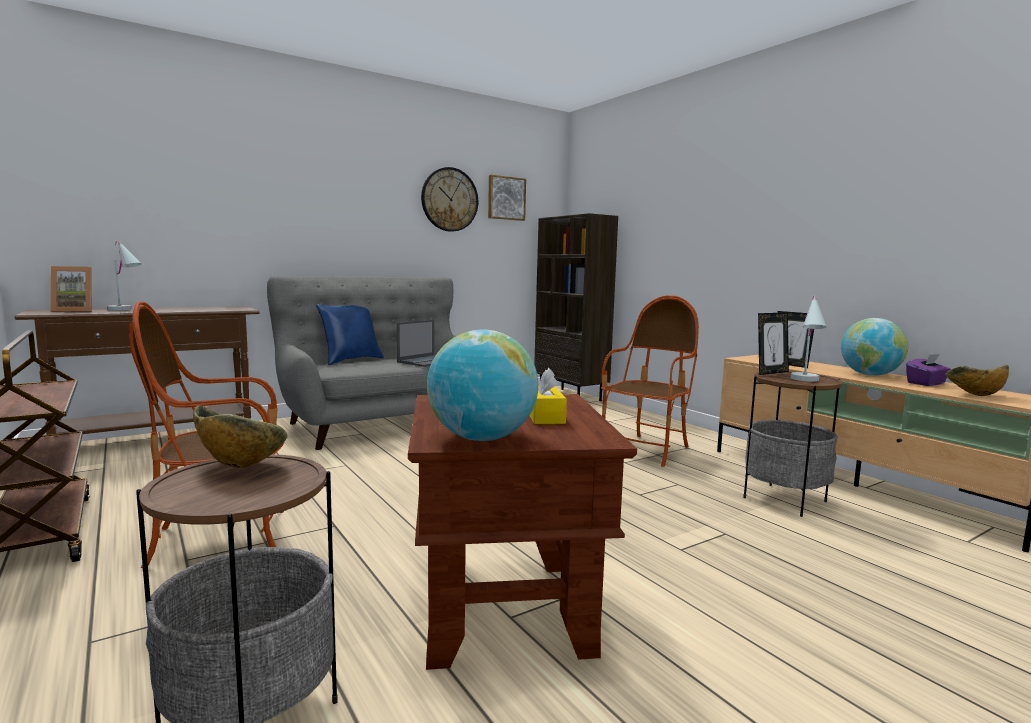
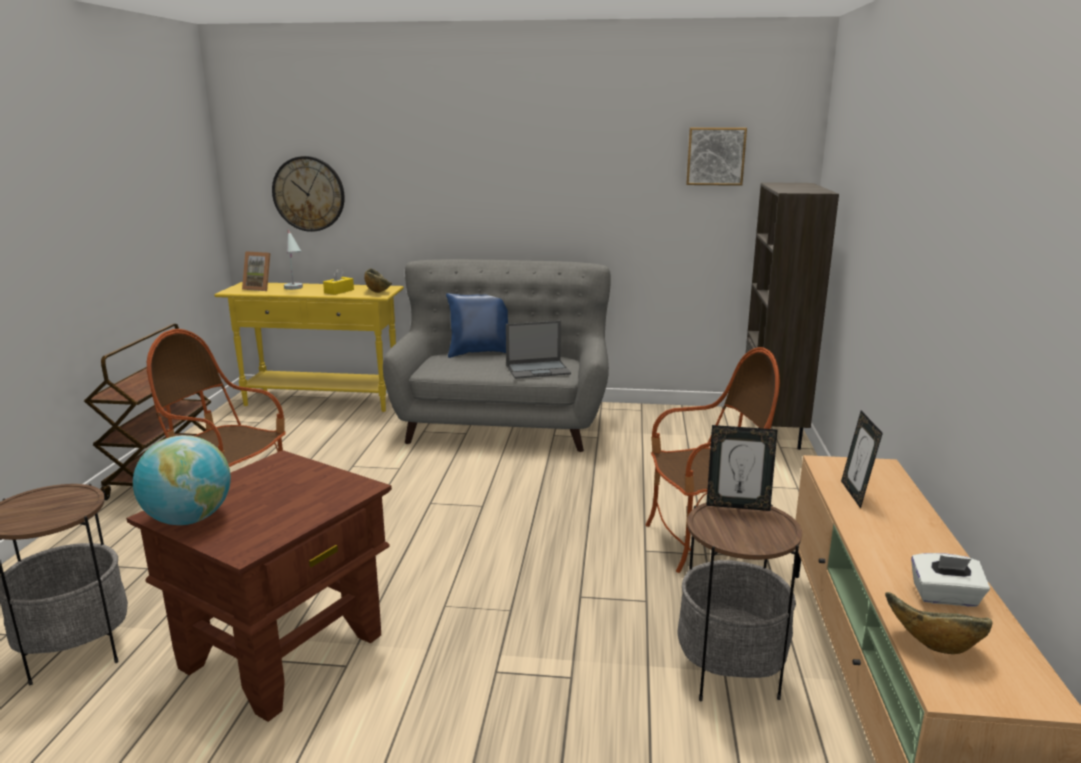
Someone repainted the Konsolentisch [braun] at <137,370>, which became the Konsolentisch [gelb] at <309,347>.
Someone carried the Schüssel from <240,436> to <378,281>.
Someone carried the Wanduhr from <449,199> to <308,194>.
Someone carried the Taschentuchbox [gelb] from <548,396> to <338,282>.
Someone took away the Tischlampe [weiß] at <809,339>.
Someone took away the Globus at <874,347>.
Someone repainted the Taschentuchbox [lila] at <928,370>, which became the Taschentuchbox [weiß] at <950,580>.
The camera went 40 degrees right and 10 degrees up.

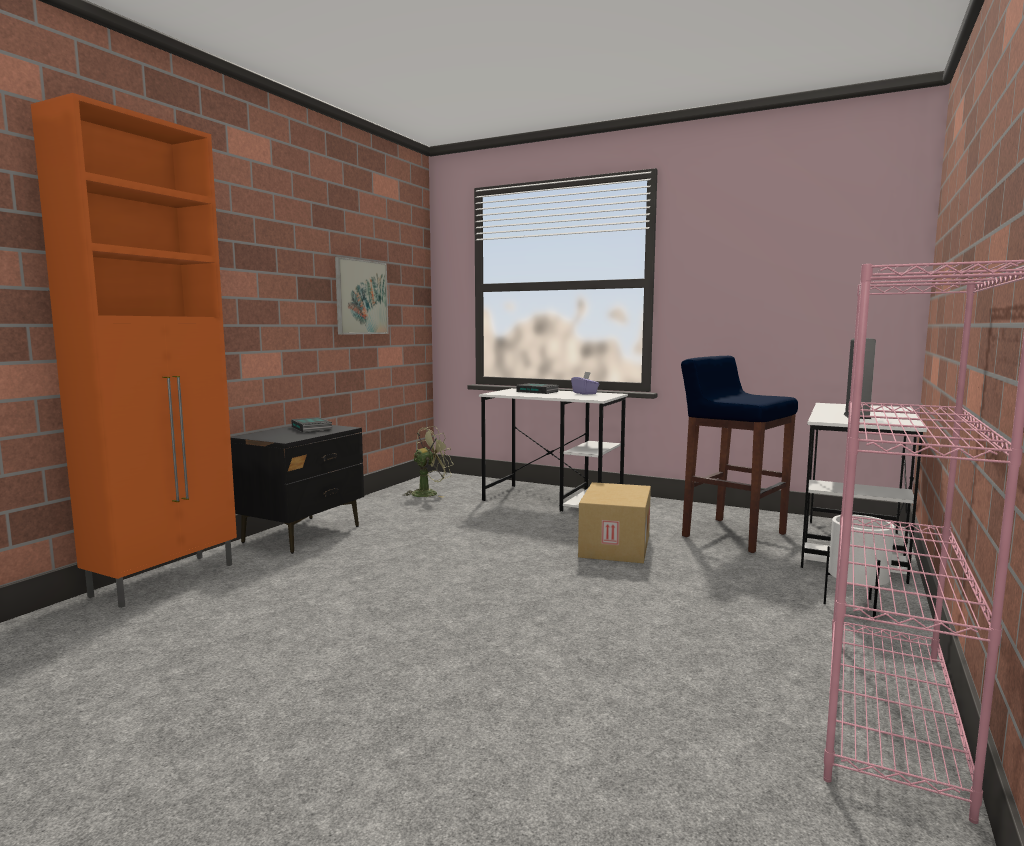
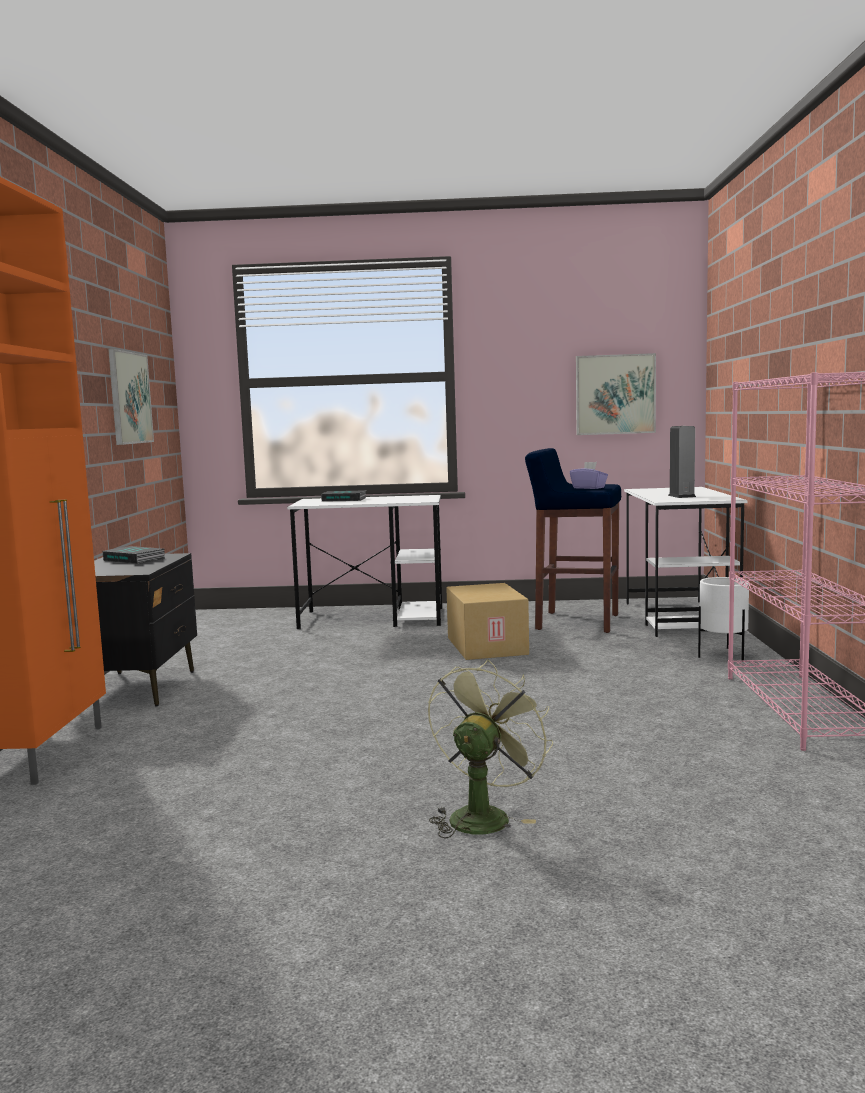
Someone carried the Ventilator [grün] from <428,462> to <490,748>.
Someone carried the Taschentuchbox [lila] from <585,383> to <589,475>.
Someone put up the Bild at <616,394>.
The camera went 25 degrees left and 0 degrees up.

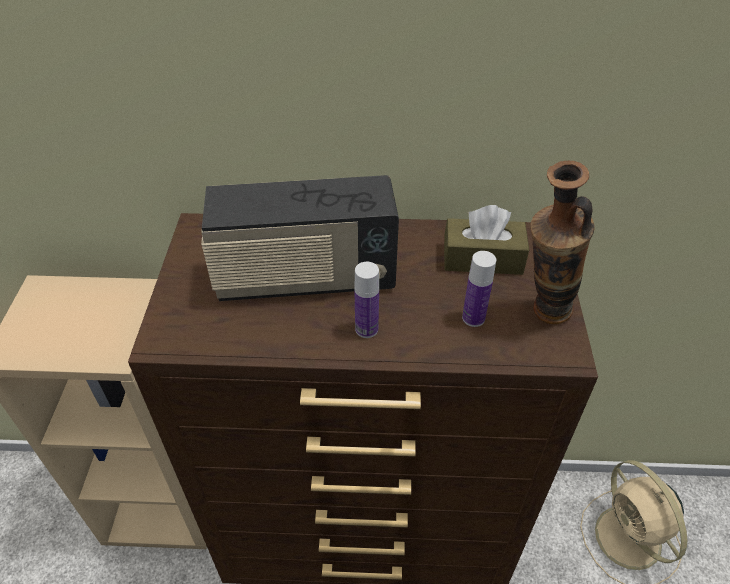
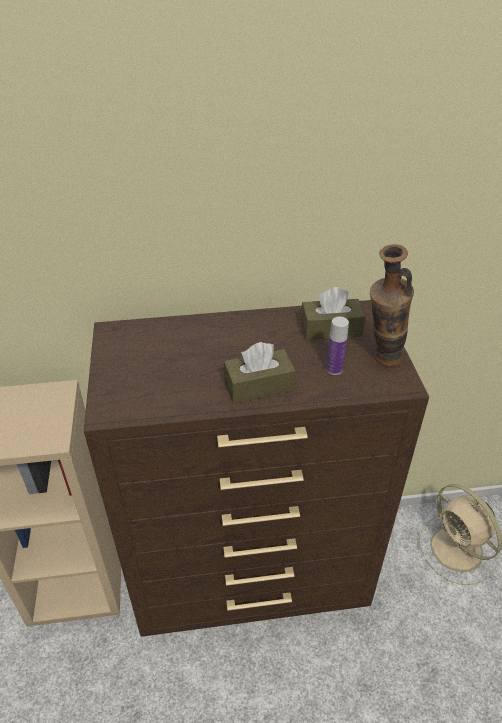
Someone took away the Radio at <300,238>.
Someone swapped the Flasche at <366,300> for the Taschentuchbox [braun] at <260,373>.
The camera went 10 degrees left and 5 degrees down.

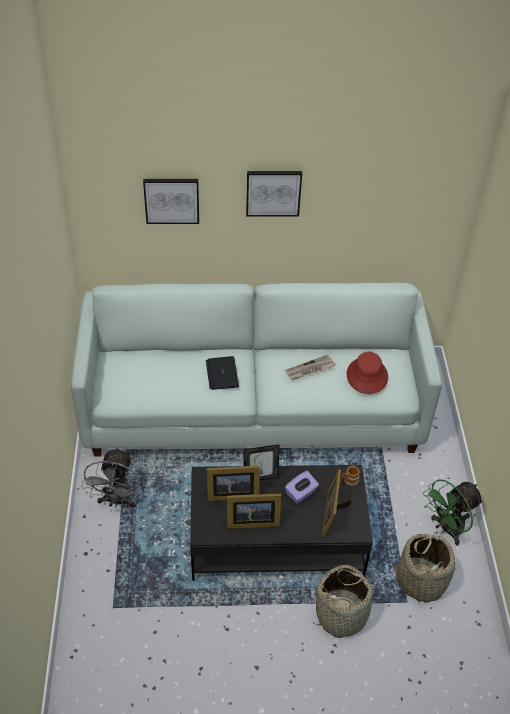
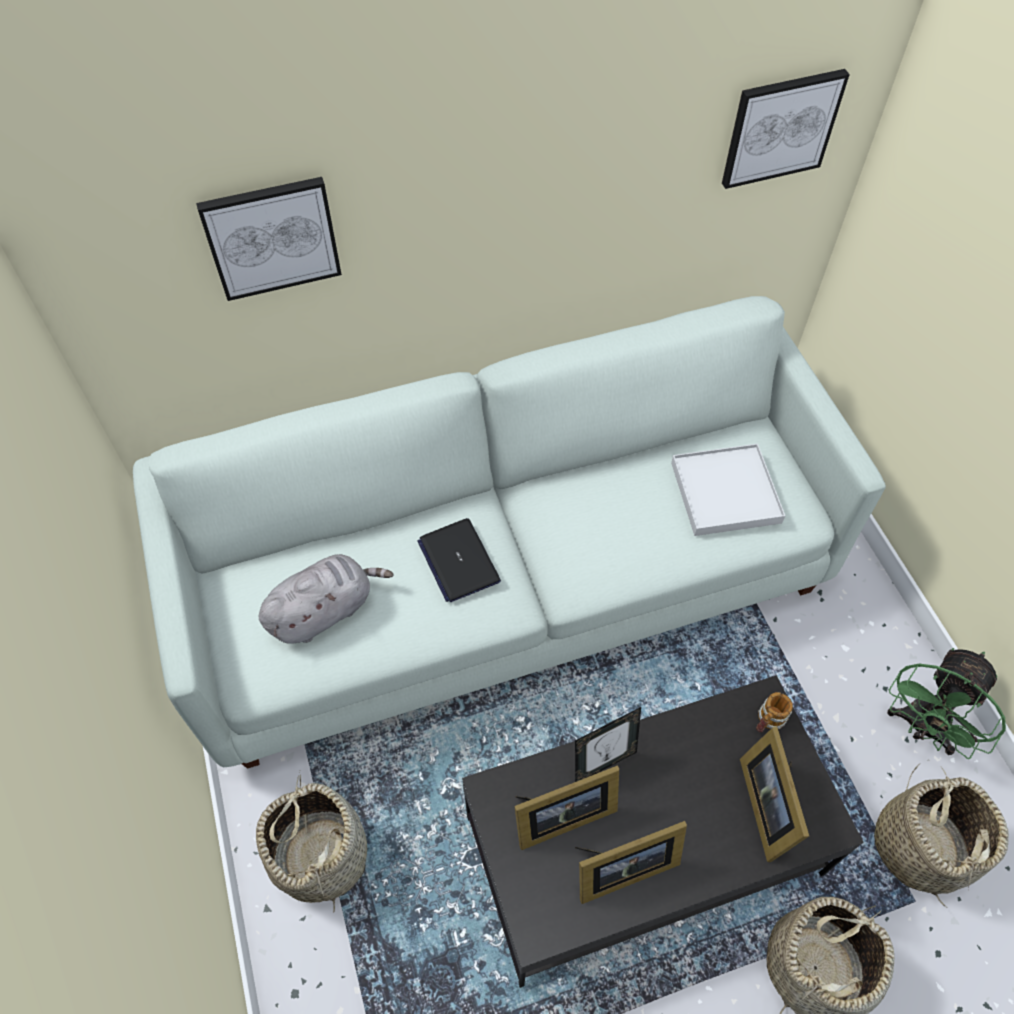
Someone swapped the Ventilator [grau] at <110,477> for the Korb at <311,843>.
Someone carried the Bild from <274,194> to <786,129>.
Someone took away the Zeitung at <310,367>.
Someone took away the Taschentuchbox [lila] at <302,487>.
Someone swapped the Hut [rot] at <367,373> for the Tablett [weiß] at <728,490>.
Someone put down the Plüschtier [grau] at <326,598>.
The camera went 15 degrees left and 10 degrees up.

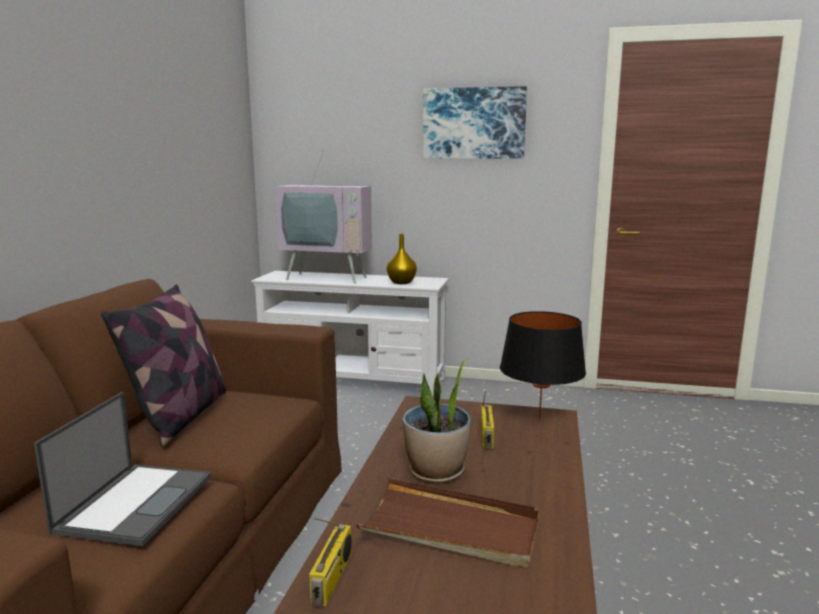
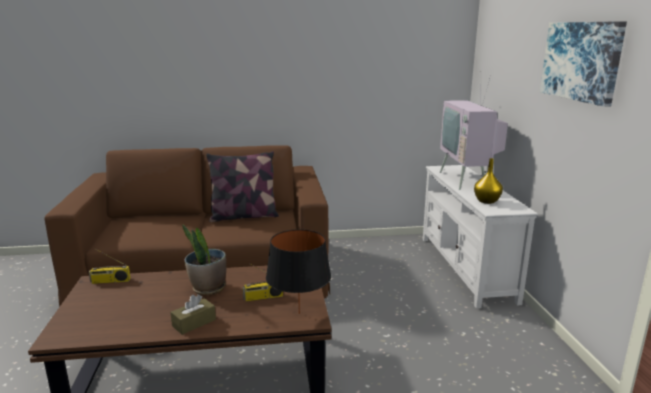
Someone took away the Laptop at <122,469>.
Someone took away the Tablett [braun] at <448,523>.
Someone put down the Taschentuchbox [braun] at <193,314>.
The camera went 70 degrees right and 5 degrees up.

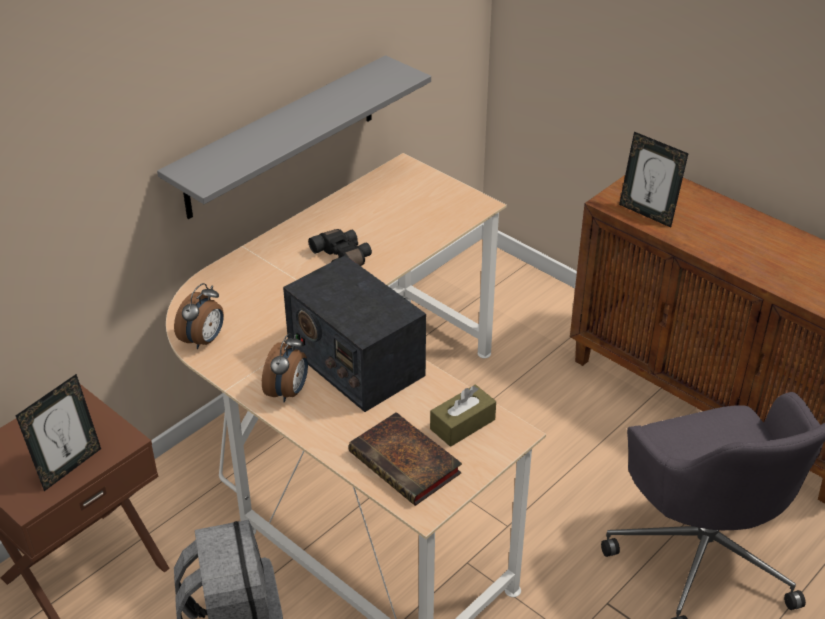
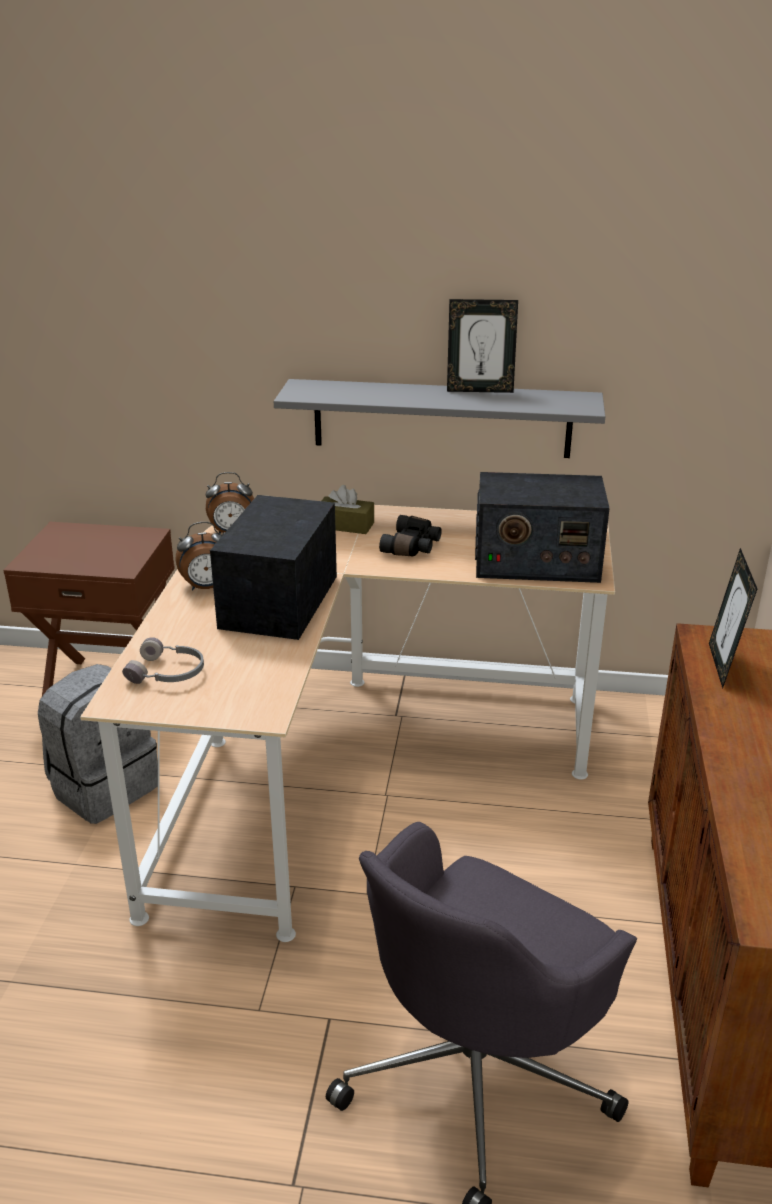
Someone carried the Bilderrahmen from <58,432> to <482,346>.
Someone swapped the Buch at <405,459> for the Kopfhörer [grau] at <163,660>.
Someone carried the Taschentuchbox [braun] from <463,416> to <347,509>.
Someone put down the Radio at <542,527>.
The camera went 55 degrees right and 10 degrees down.

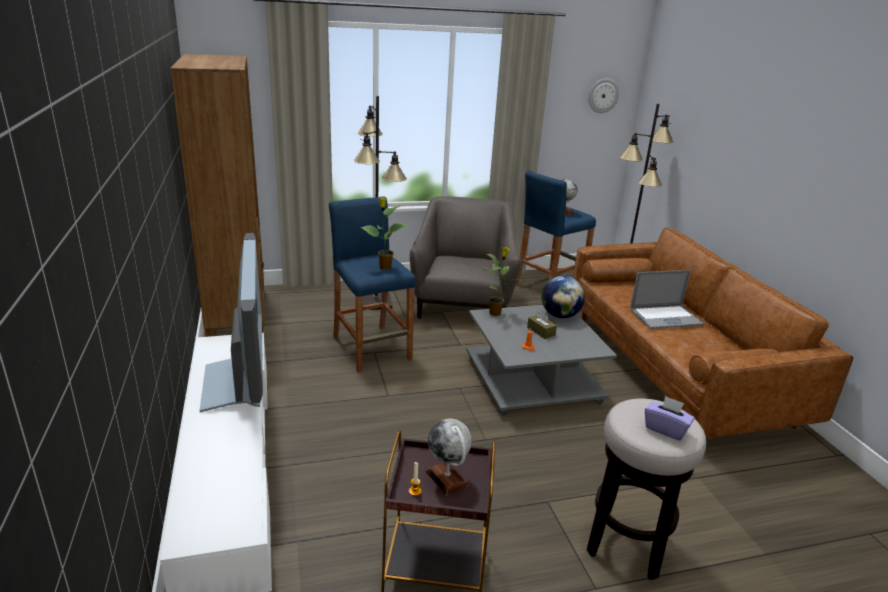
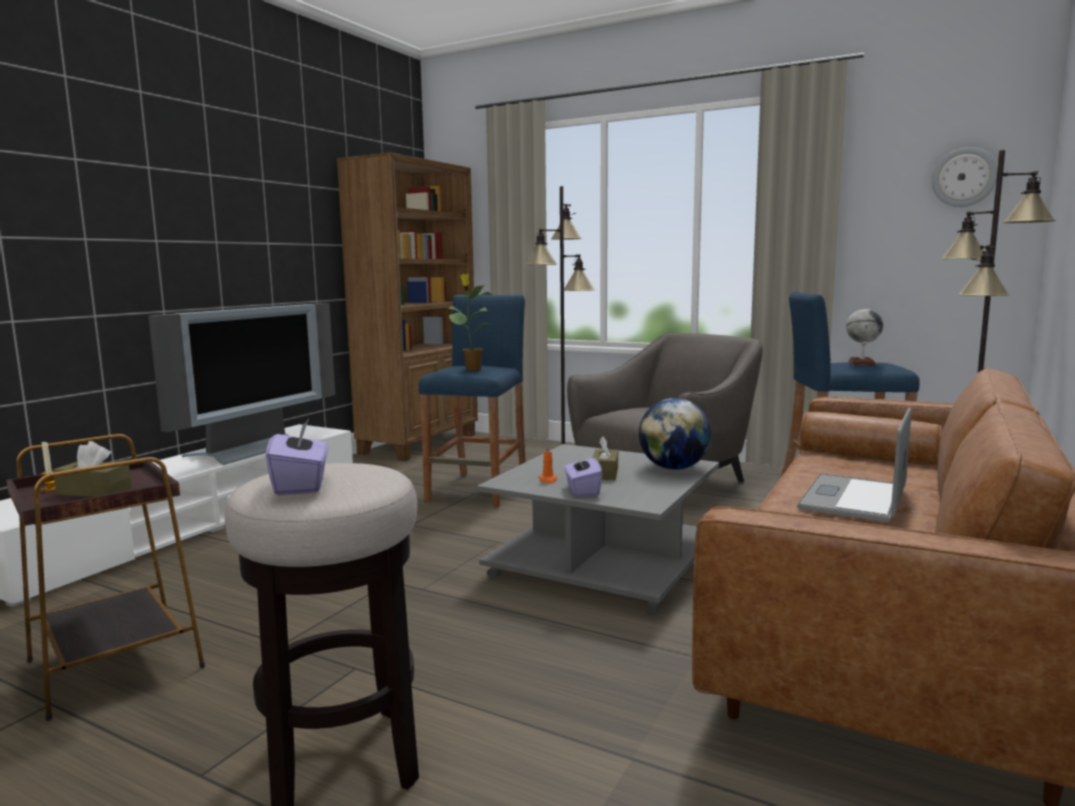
Someone swapped the Globus at <449,457> for the Taschentuchbox [braun] at <92,469>.
Someone took away the Topfpflanze at <500,281>.
Someone rotated the Laptop at <667,299> by 90 degrees clockwise.
Someone put down the Taschentuchbox [lila] at <583,475>.
The camera went 45 degrees right and 15 degrees down.

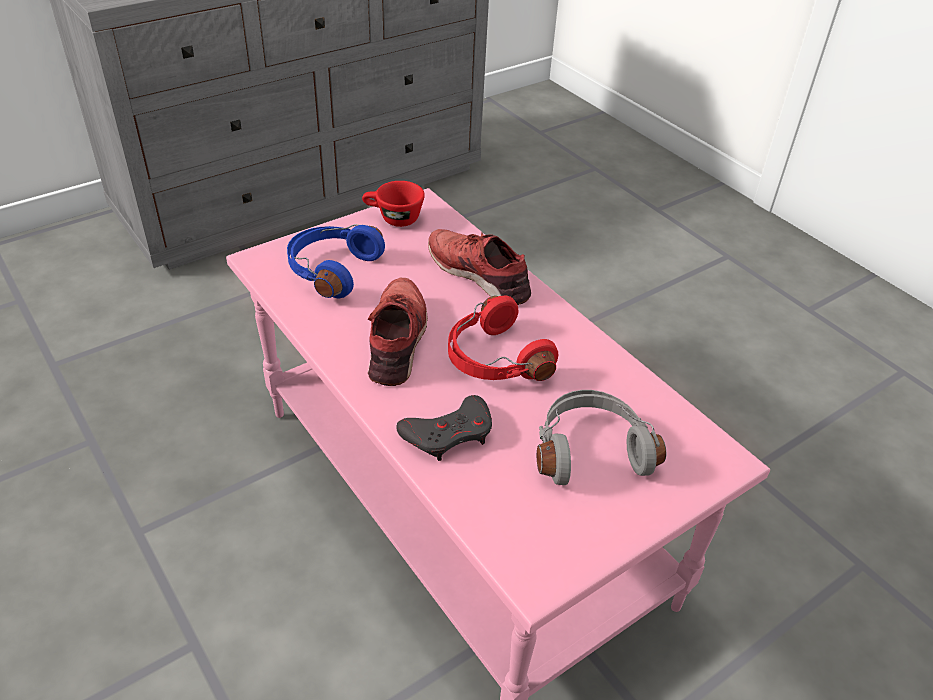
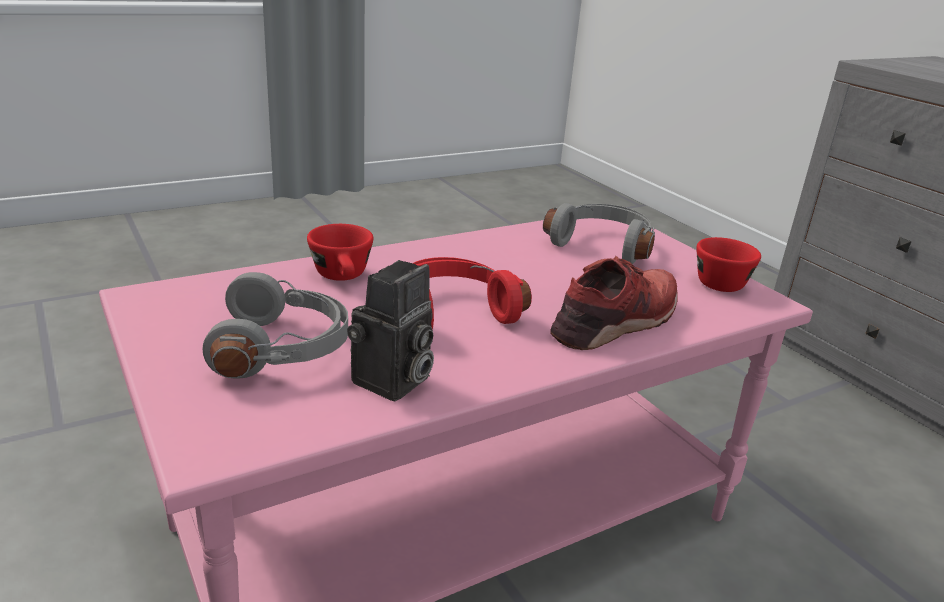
Someone repainted the Kopfhörer [blau] at <336,261>, which became the Kopfhörer [grau] at <599,233>.
Someone took away the Schuh [rot] at <398,332>.
Someone swapped the Gamepad [grau] at <444,428> for the Tasse [rot] at <340,252>.
Someone put down the Kamera at <390,330>.
The camera went 95 degrees right and 15 degrees down.

